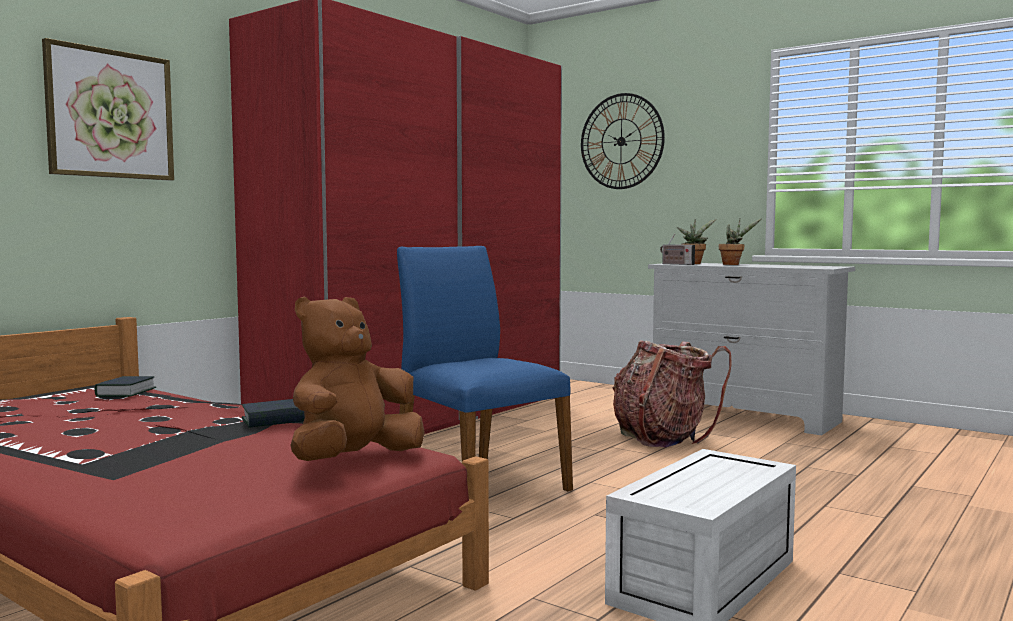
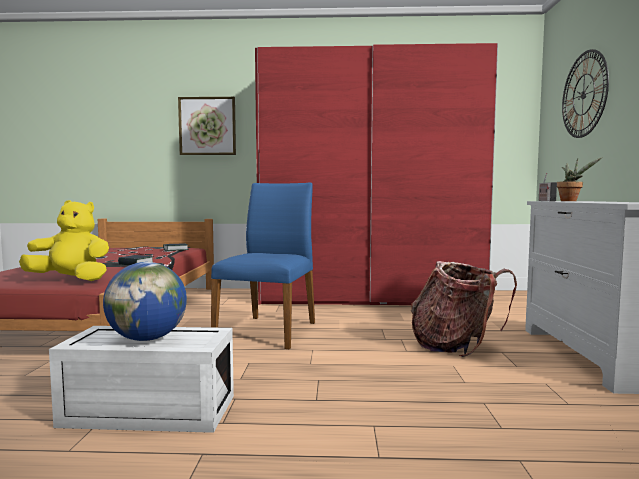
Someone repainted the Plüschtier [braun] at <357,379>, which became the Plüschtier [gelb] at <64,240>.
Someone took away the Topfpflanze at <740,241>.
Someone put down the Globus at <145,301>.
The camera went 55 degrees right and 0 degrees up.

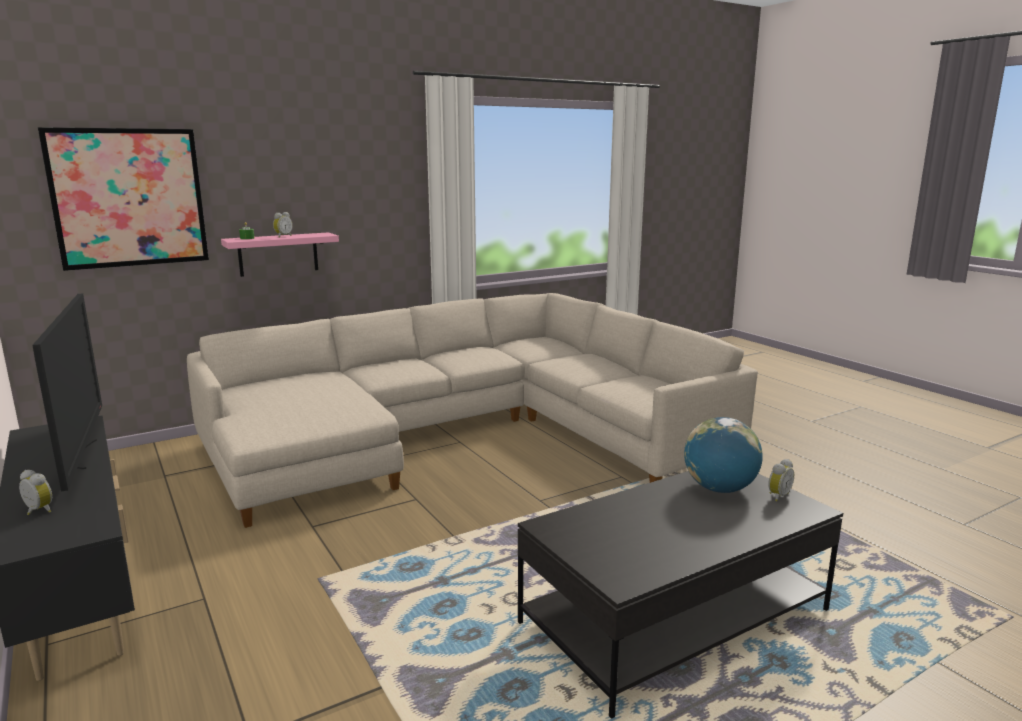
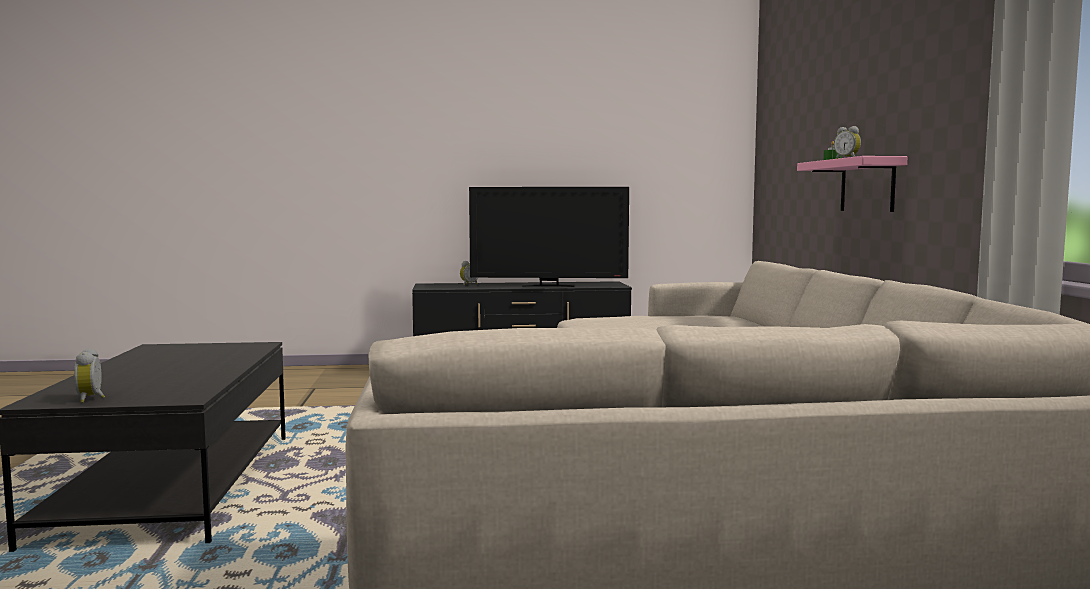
Someone took away the Bild at <123,199>.
Someone took away the Globus at <723,455>.
The camera went 115 degrees right and 10 degrees down.

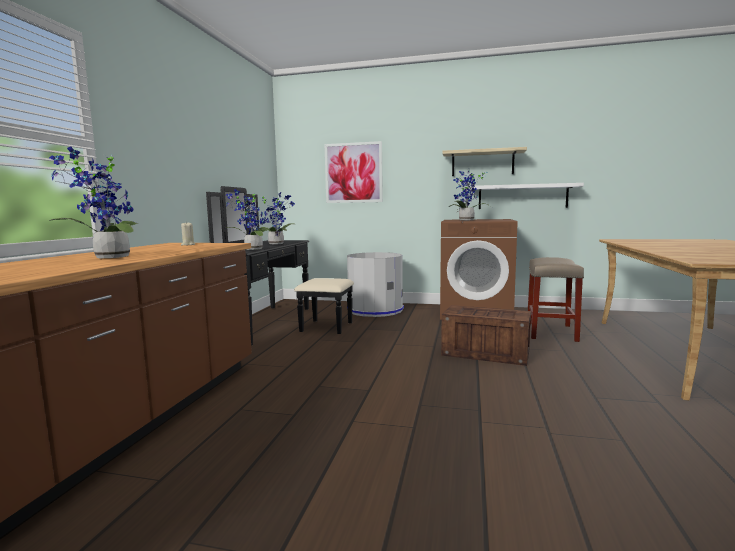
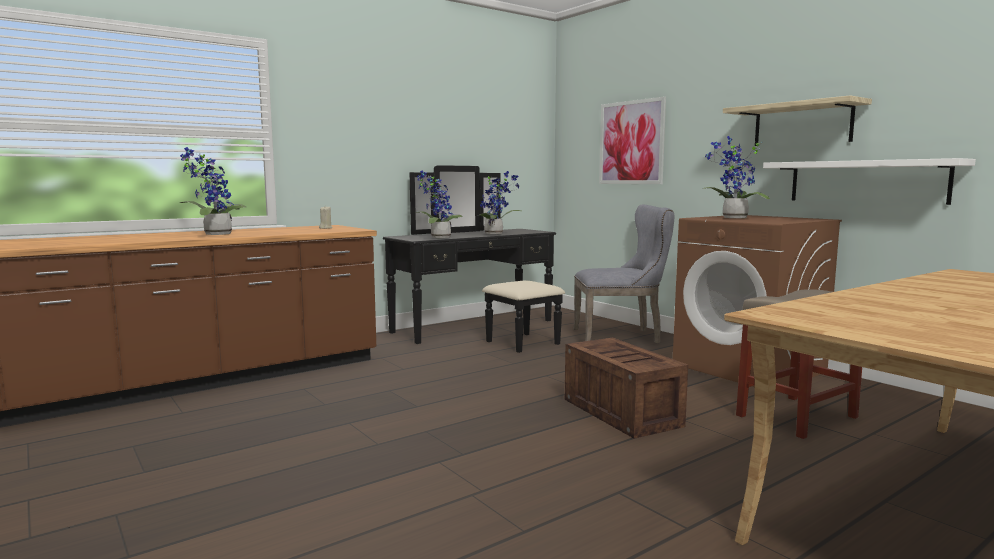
Someone swapped the Mülleimer [grau] at <375,284> for the Stuhl [grau] at <624,274>.
The camera went 40 degrees right and 0 degrees up.

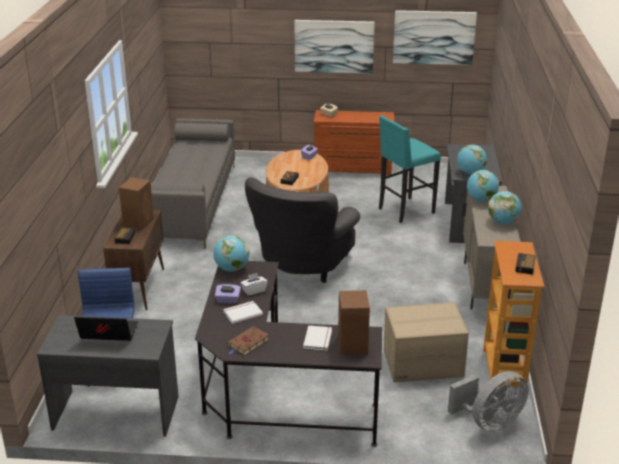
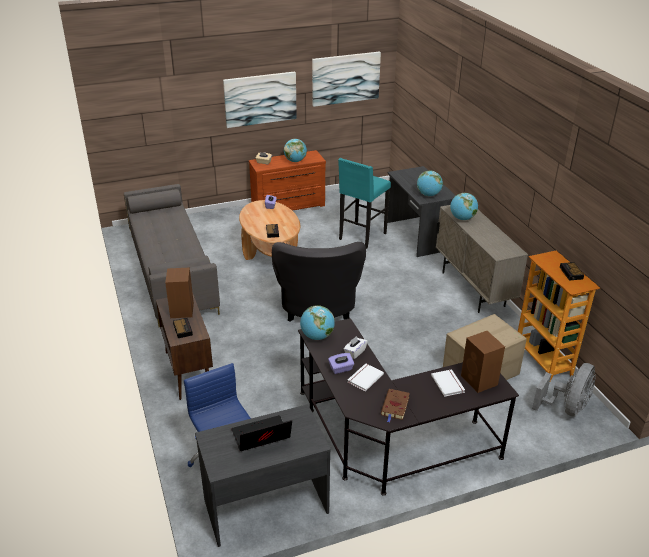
Someone carried the Globus from <505,207> to <295,150>.
The camera went 25 degrees left and 5 degrees up.

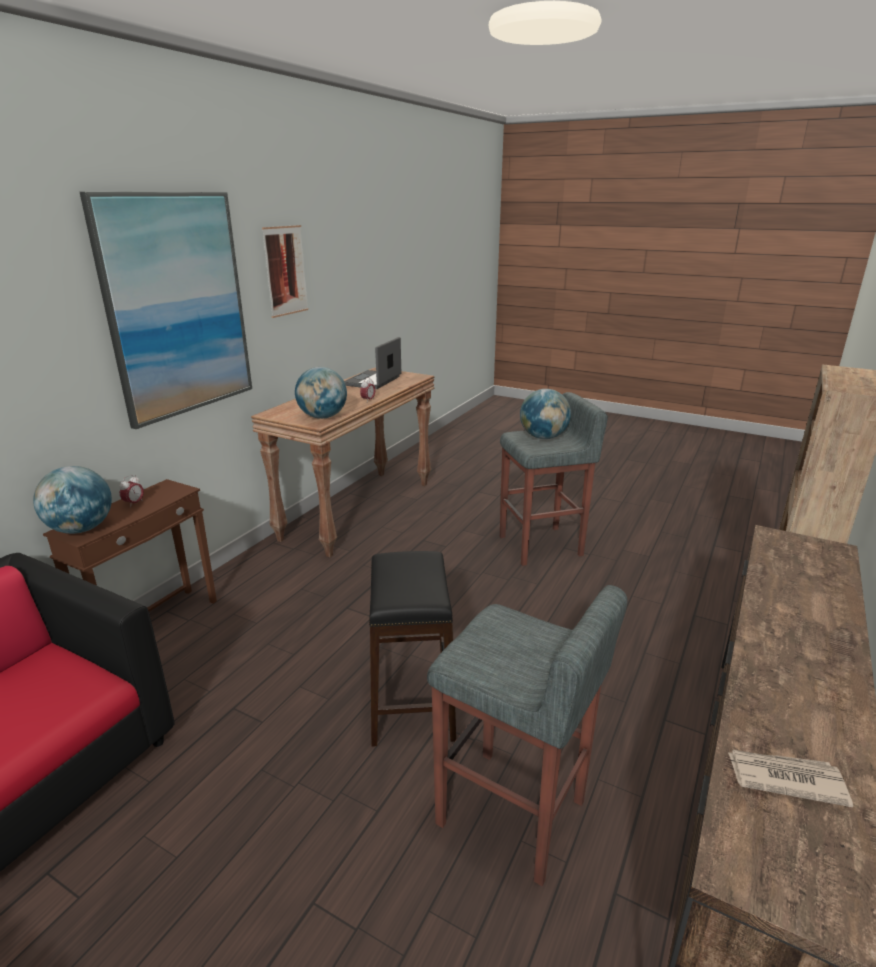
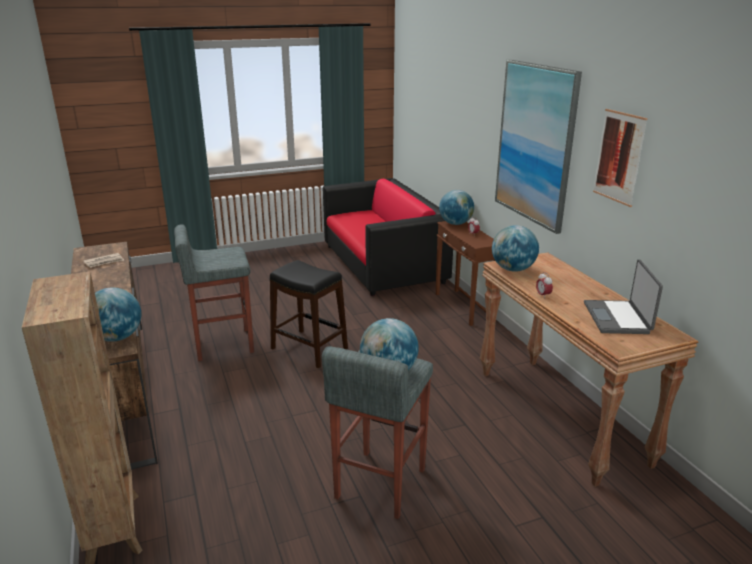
Someone rotated the Laptop at <372,363> by 150 degrees counterclockwise.
Someone put down the Globus at <118,314>.
The camera went 130 degrees right and 0 degrees up.

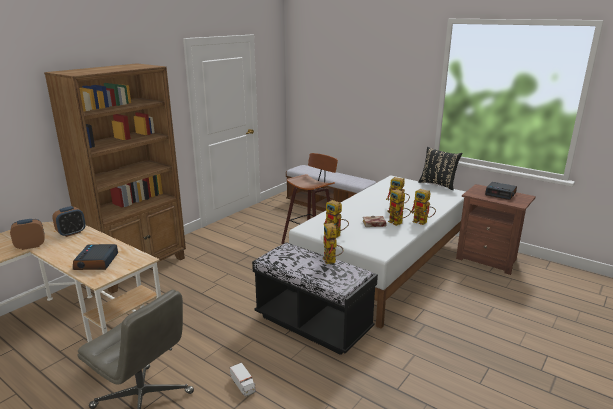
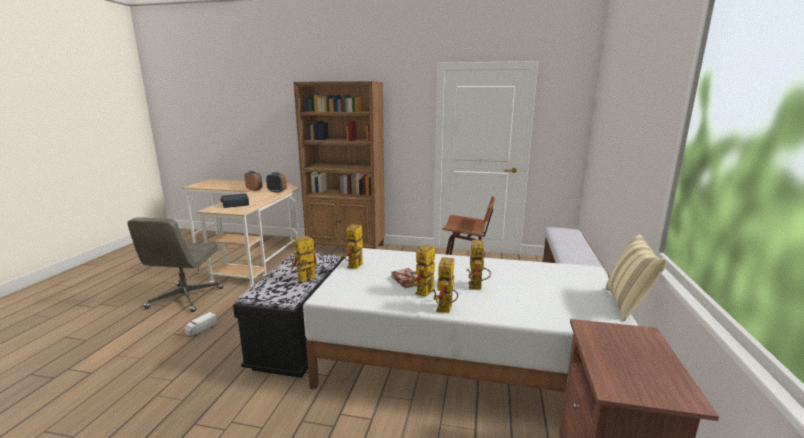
Someone repainted the Kissen [schwarz] at <440,168>, which became the Kissen [beige] at <636,277>.
Someone took away the Wecker at <501,191>.
The camera went 65 degrees right and 5 degrees down.

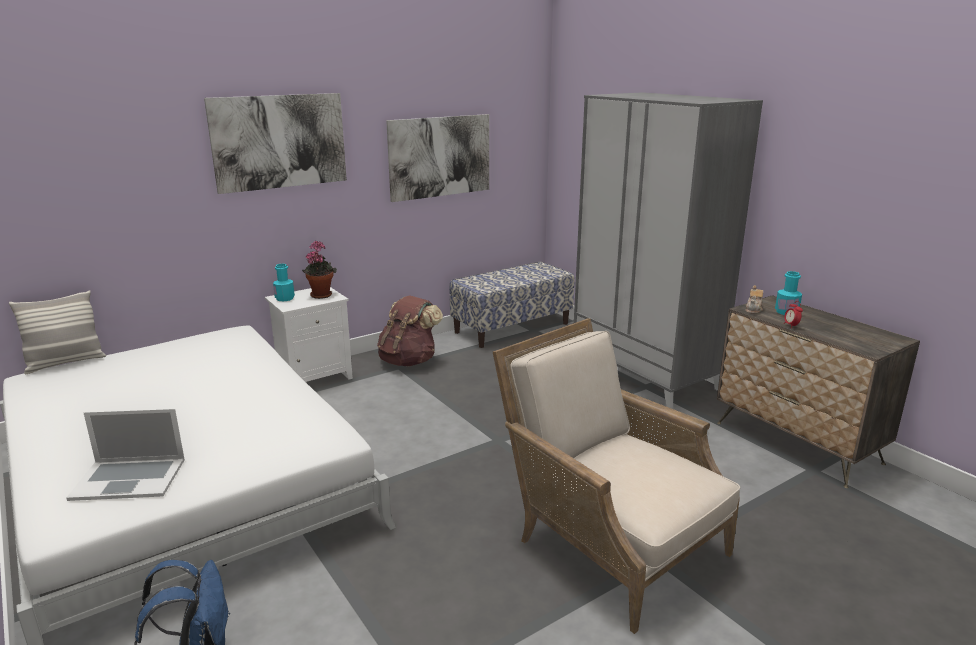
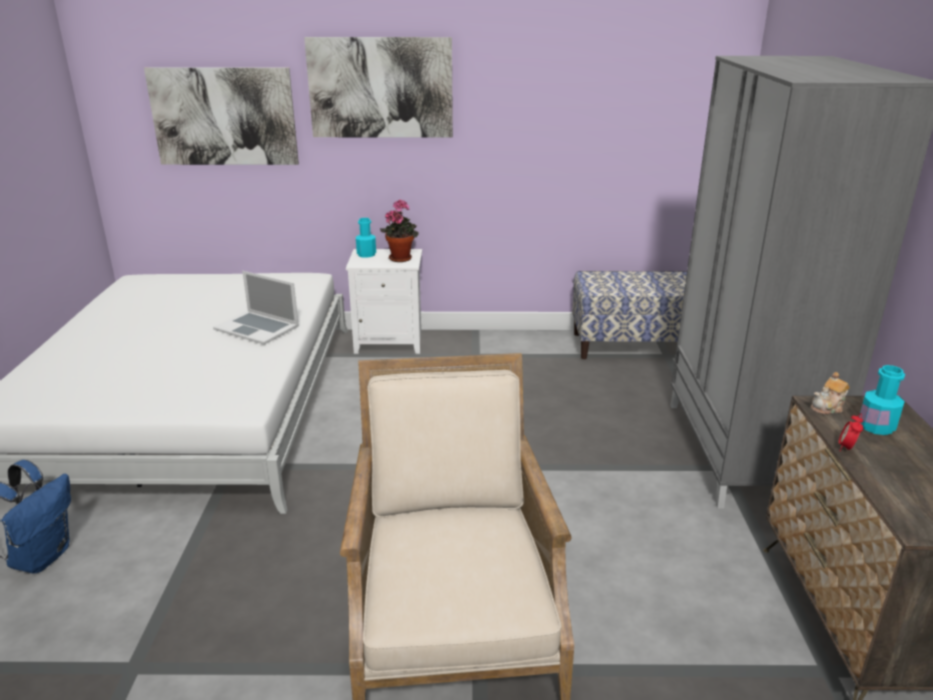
Someone took away the Kissen at <57,332>.
Someone carried the Laptop from <125,455> to <256,308>.
Someone took away the Rucksack [braun] at <410,330>.
Someone carried the Bild from <437,158> to <221,116>.
The camera went 35 degrees right and 5 degrees up.

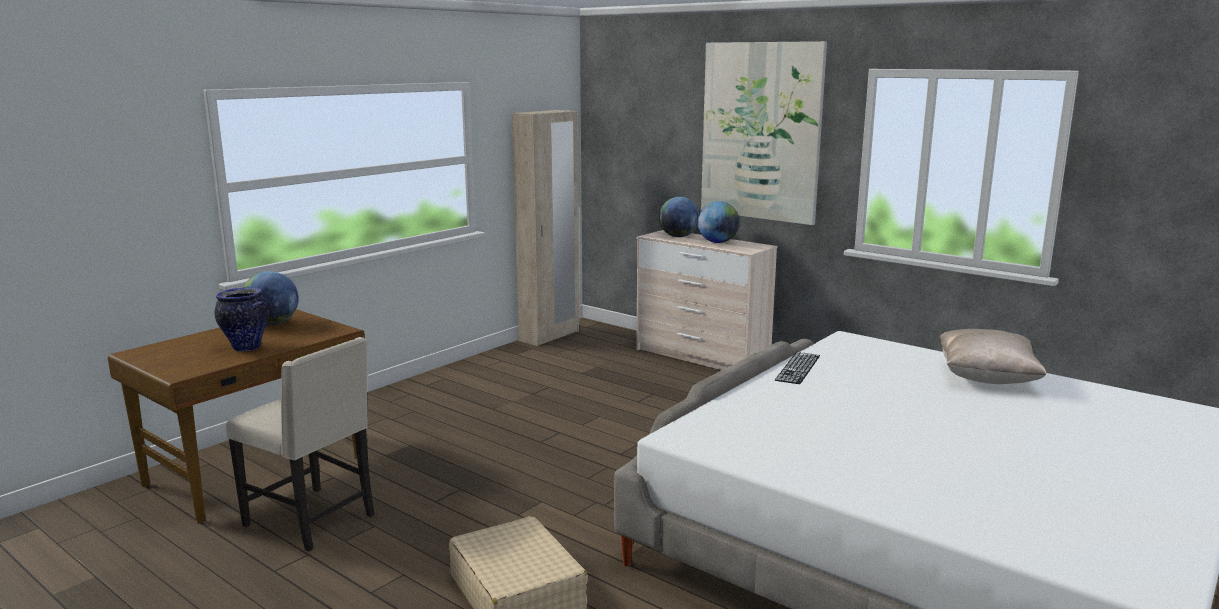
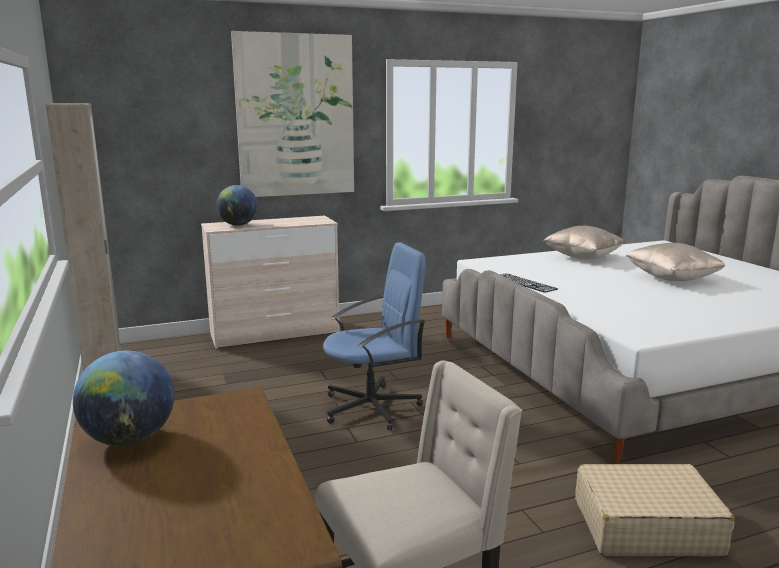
Someone took away the Vase at <242,319>.
Someone took away the Globus at <718,222>.
Someone put down the Bürostuhl [blau] at <374,336>.
Someone put down the Kissen [beige] at <676,262>.
The camera went 60 degrees left and 0 degrees up.

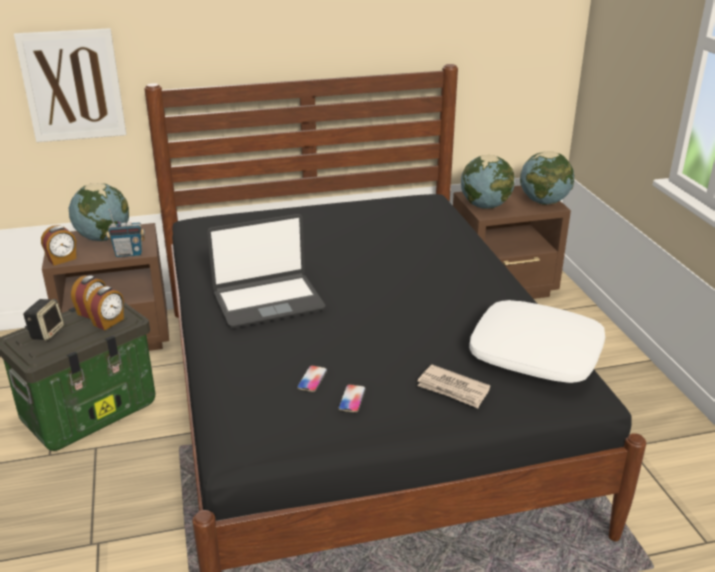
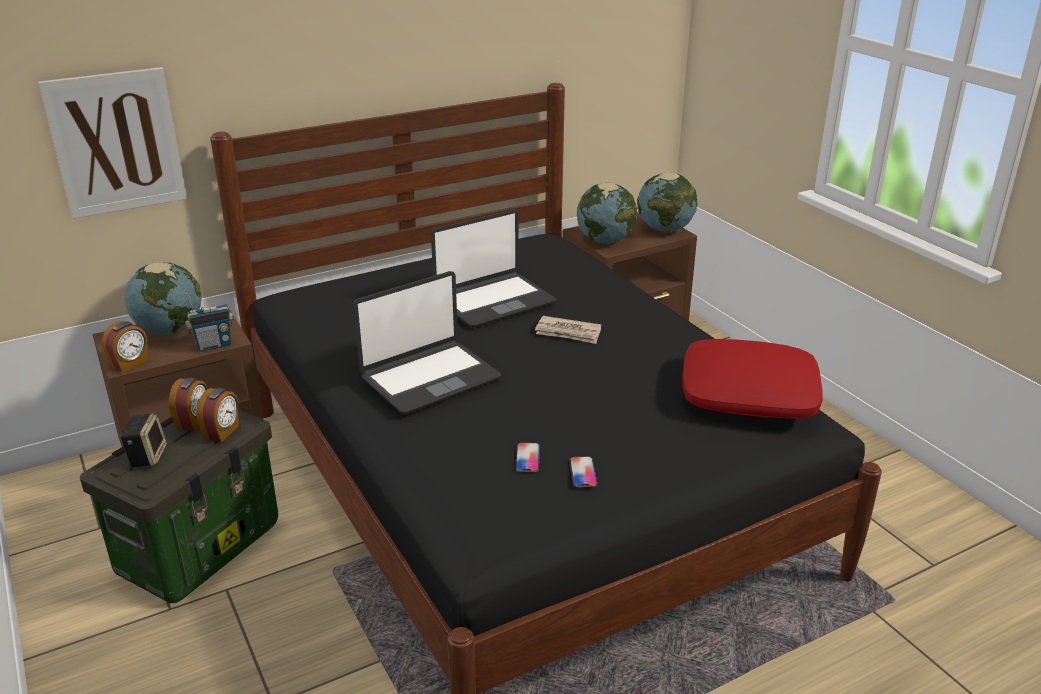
Someone carried the Zeitung from <453,386> to <568,330>.
Someone repainted the Kissen [weiß] at <537,341>, which became the Kissen [rot] at <752,378>.
Someone put down the Laptop at <493,268>.
The camera went 15 degrees left and 0 degrees up.

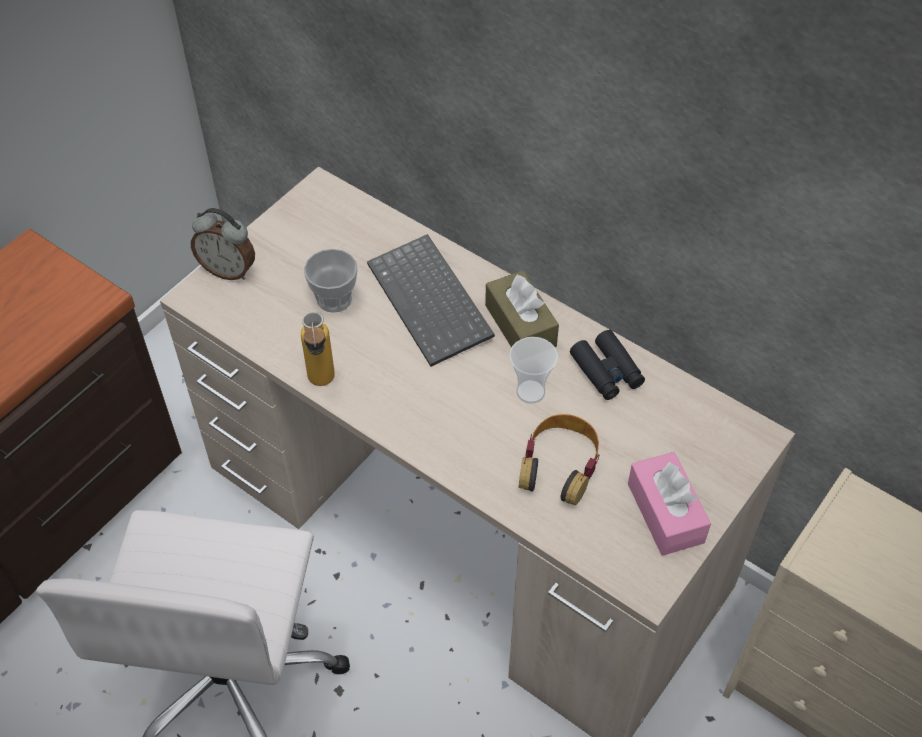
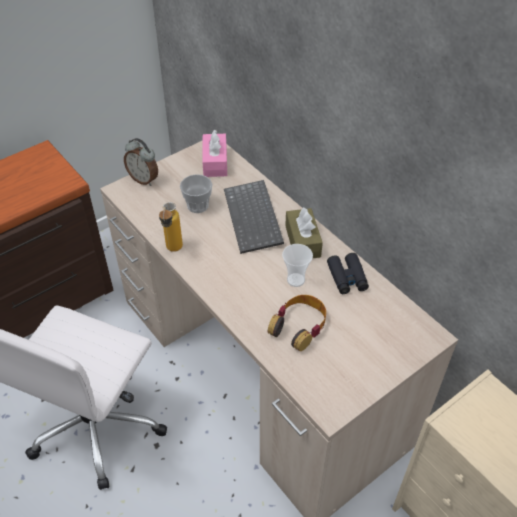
Someone carried the Taschentuchbox [rosa] from <669,504> to <214,153>.
The camera went 15 degrees right and 5 degrees down.

